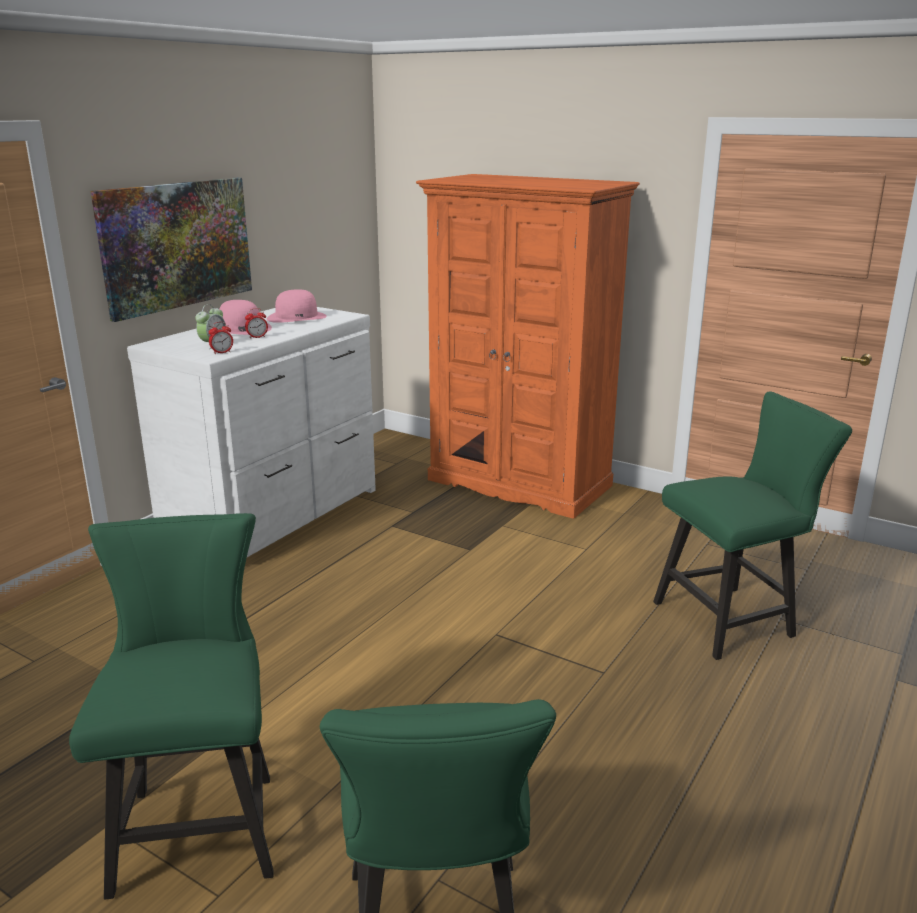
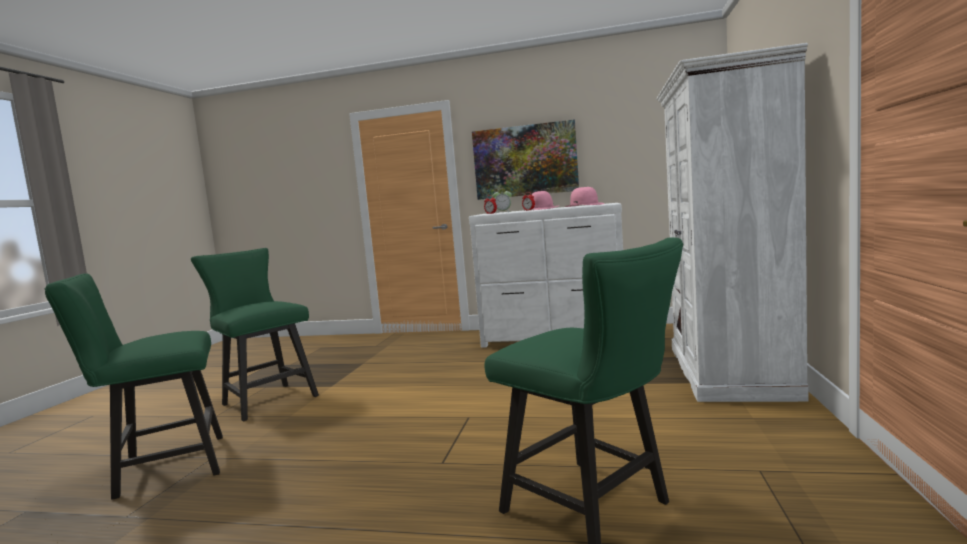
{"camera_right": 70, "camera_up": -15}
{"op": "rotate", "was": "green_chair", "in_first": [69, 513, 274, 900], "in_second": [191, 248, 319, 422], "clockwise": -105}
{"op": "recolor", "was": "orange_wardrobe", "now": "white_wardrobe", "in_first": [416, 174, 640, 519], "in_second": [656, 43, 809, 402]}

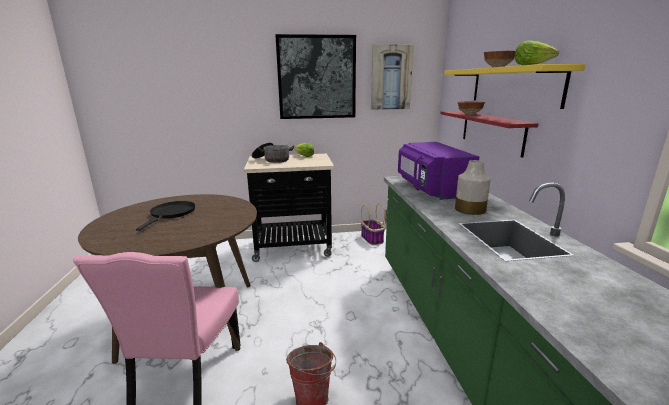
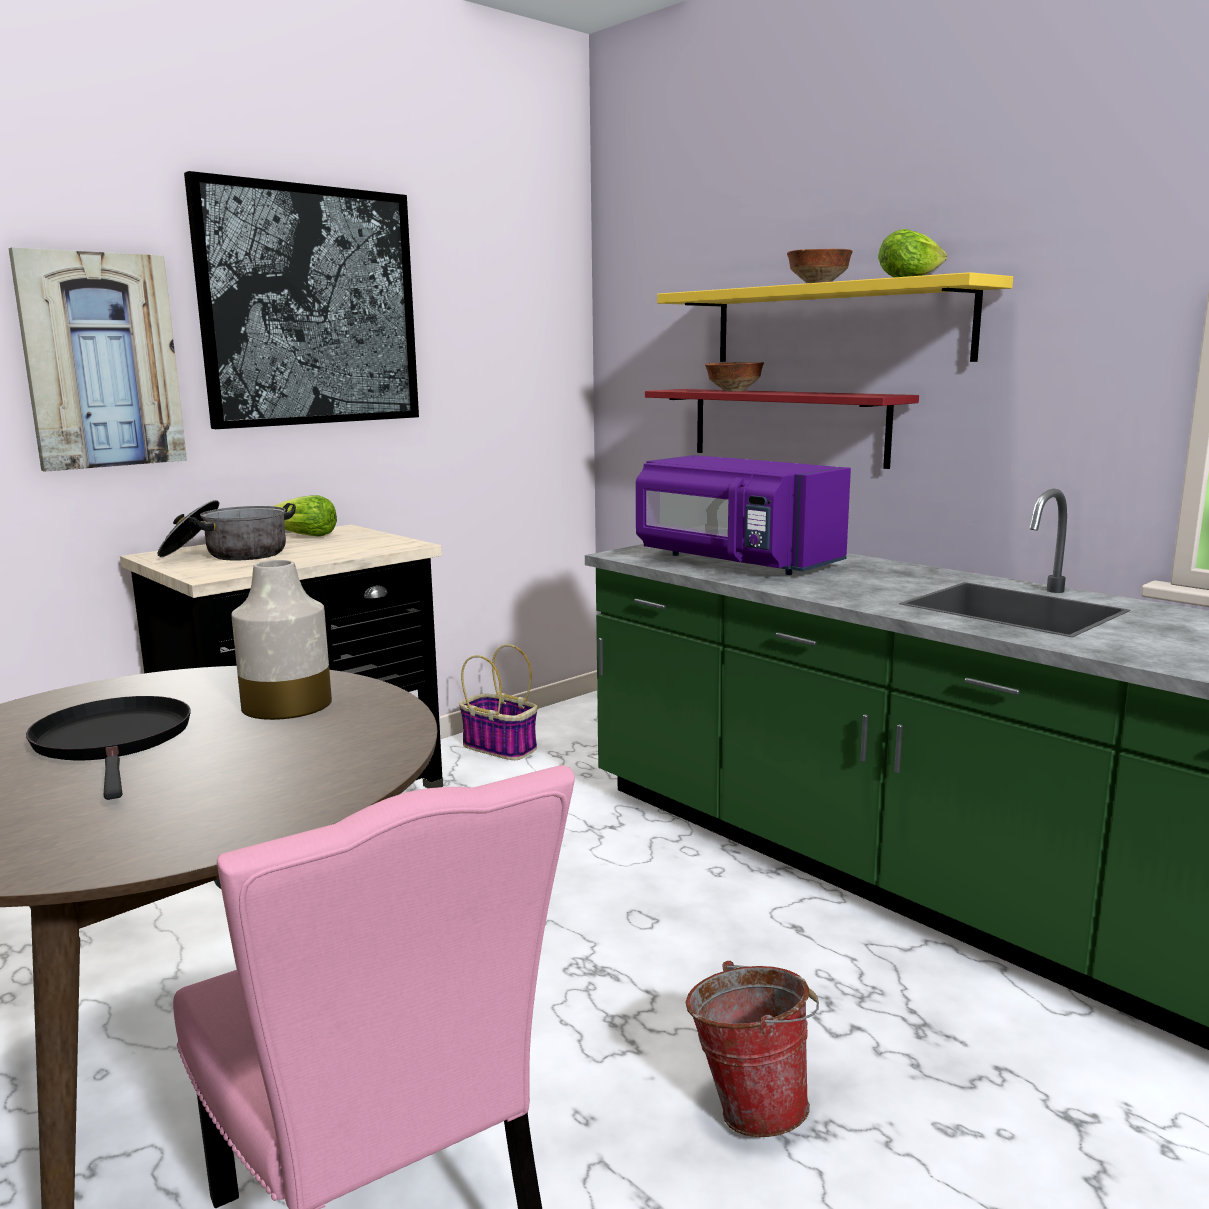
{"camera_right": -35, "camera_up": -5}
{"op": "move", "was": "picture", "in_first": [371, 44, 414, 110], "in_second": [9, 247, 187, 472]}
{"op": "move", "was": "beige_vase", "in_first": [455, 160, 491, 215], "in_second": [231, 560, 332, 720]}

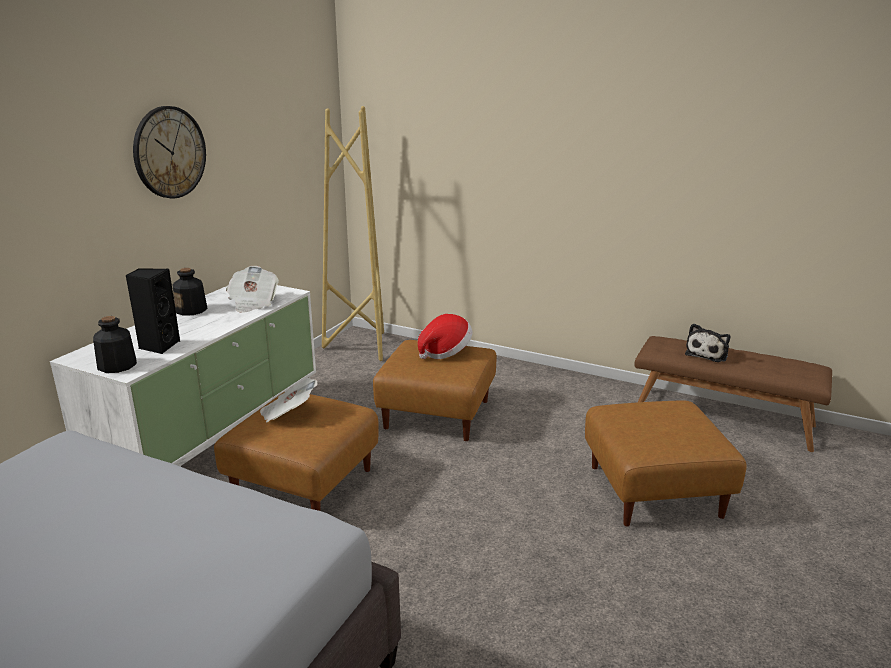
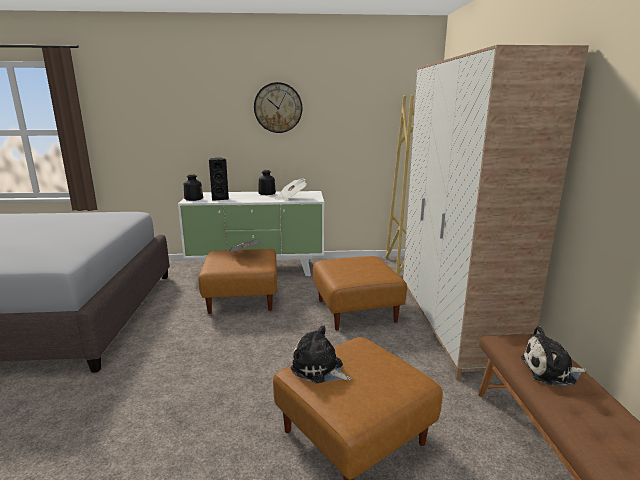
{"camera_right": 60, "camera_up": -5}
{"op": "insert", "now": "plush_toy", "in_second": [291, 325, 352, 383]}
{"op": "insert", "now": "white_wardrobe", "in_second": [403, 45, 589, 380]}
{"op": "delete", "was": "hat", "in_first": [418, 314, 472, 359]}

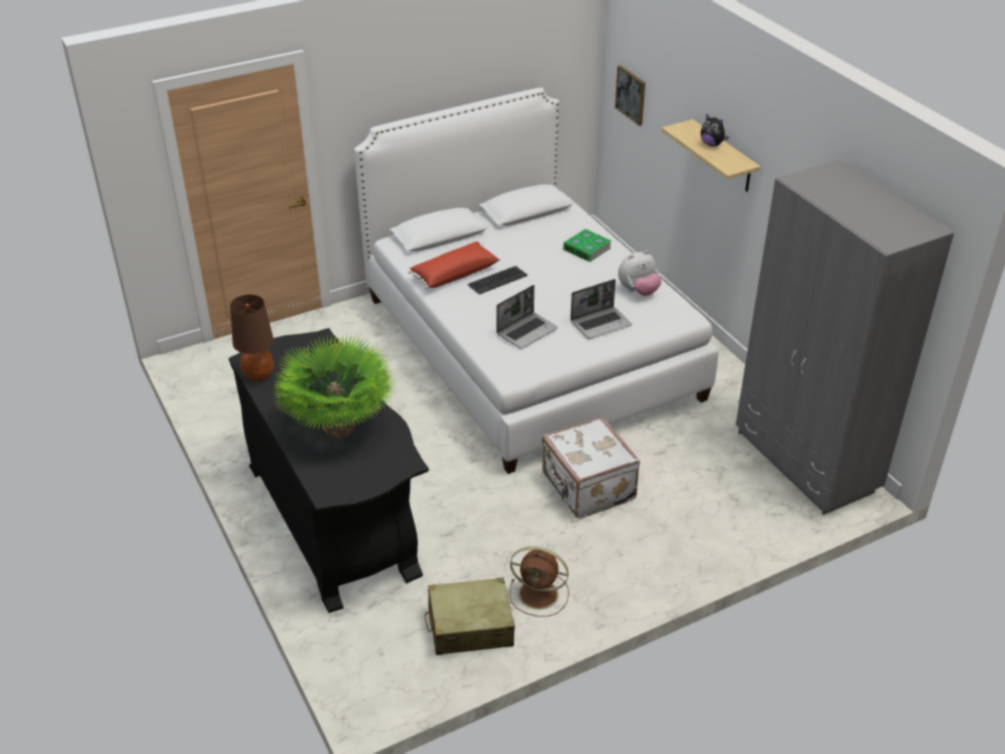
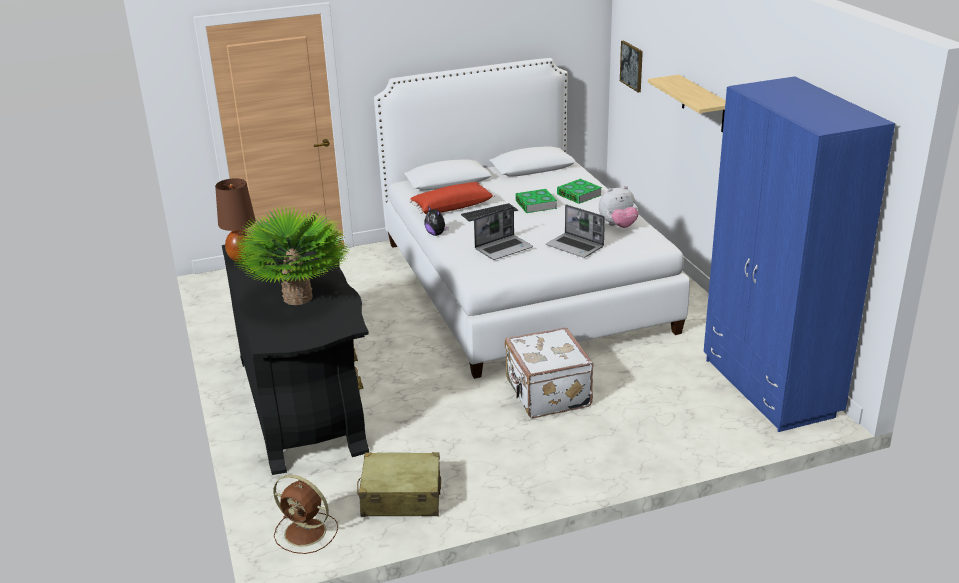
{"camera_right": 10, "camera_up": -10}
{"op": "move", "was": "brown_fan", "in_first": [509, 546, 569, 617], "in_second": [273, 475, 338, 554]}
{"op": "move", "was": "plush_toy", "in_first": [701, 114, 729, 147], "in_second": [424, 206, 449, 236]}
{"op": "insert", "now": "book", "in_second": [516, 189, 557, 213]}
{"op": "rotate", "was": "laptop", "in_first": [570, 279, 632, 339], "in_second": [546, 204, 605, 258], "clockwise": 60}
{"op": "recolor", "was": "grey_wardrobe", "now": "blue_wardrobe", "in_first": [736, 159, 954, 515], "in_second": [704, 76, 895, 432]}

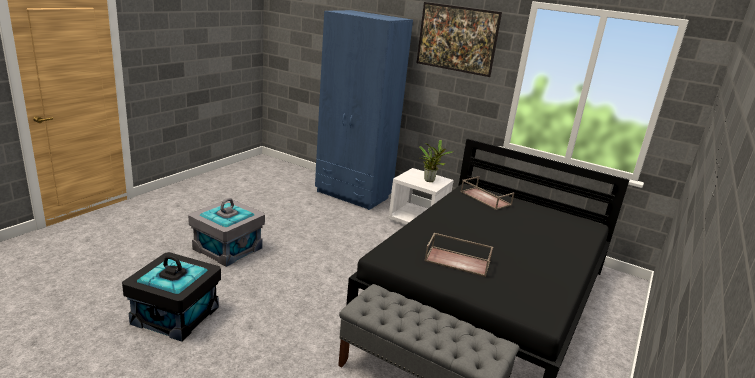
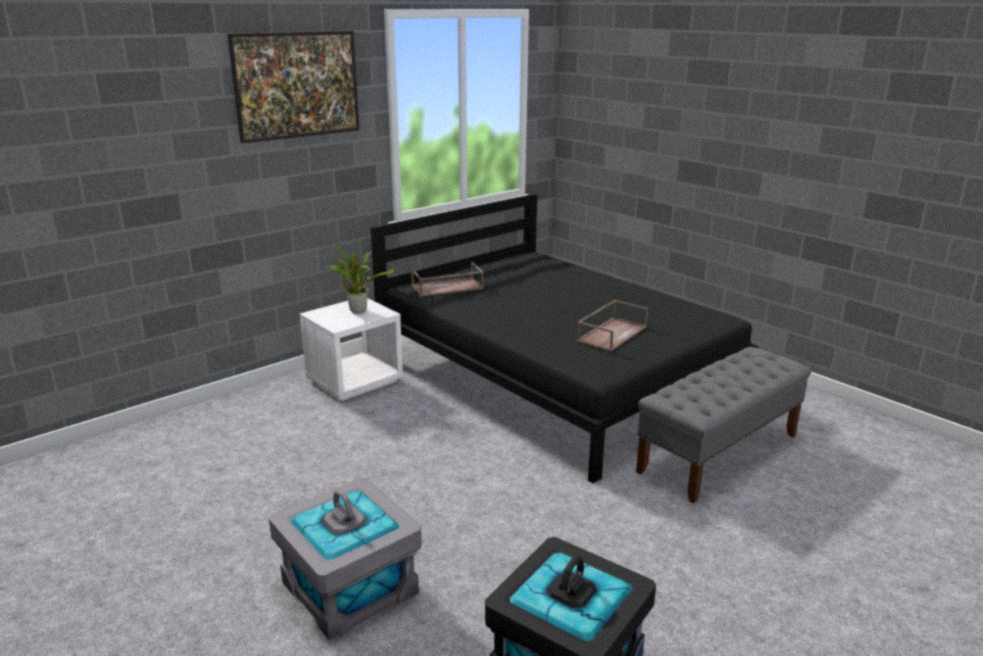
{"camera_right": -70, "camera_up": 0}
{"op": "delete", "was": "blue_wardrobe", "in_first": [315, 10, 413, 210]}

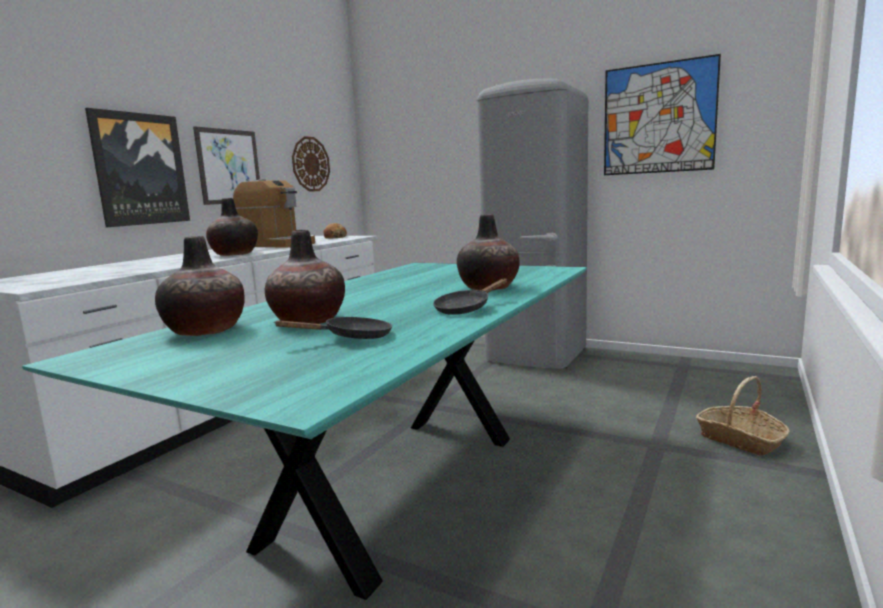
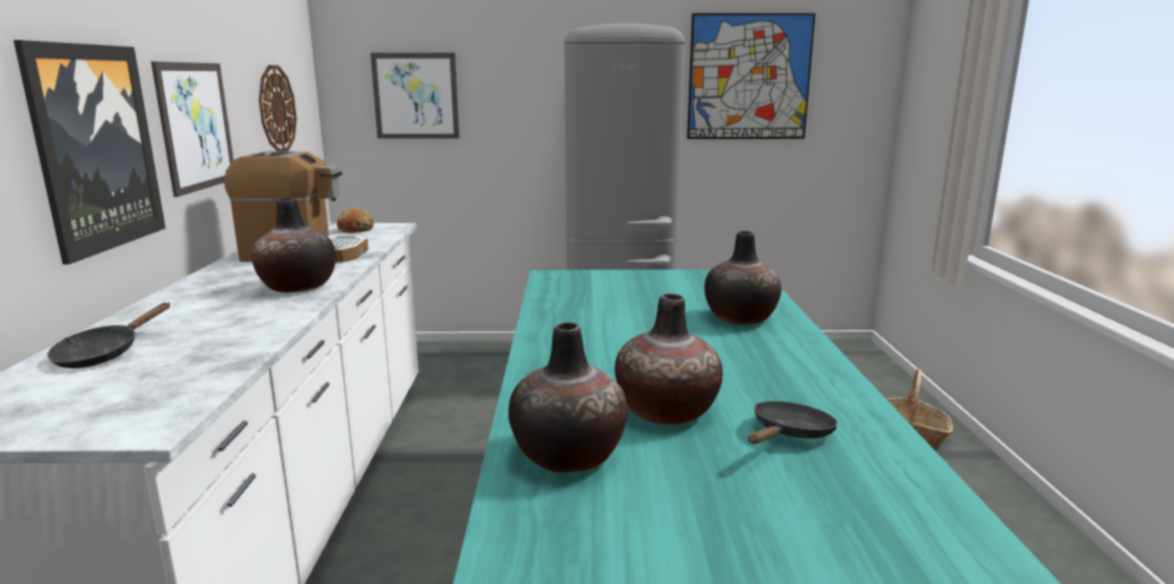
{"camera_right": -30, "camera_up": 5}
{"op": "move", "was": "black_frying_pan", "in_first": [433, 279, 507, 315], "in_second": [47, 302, 170, 368]}
{"op": "insert", "now": "picture", "in_second": [370, 53, 459, 139]}

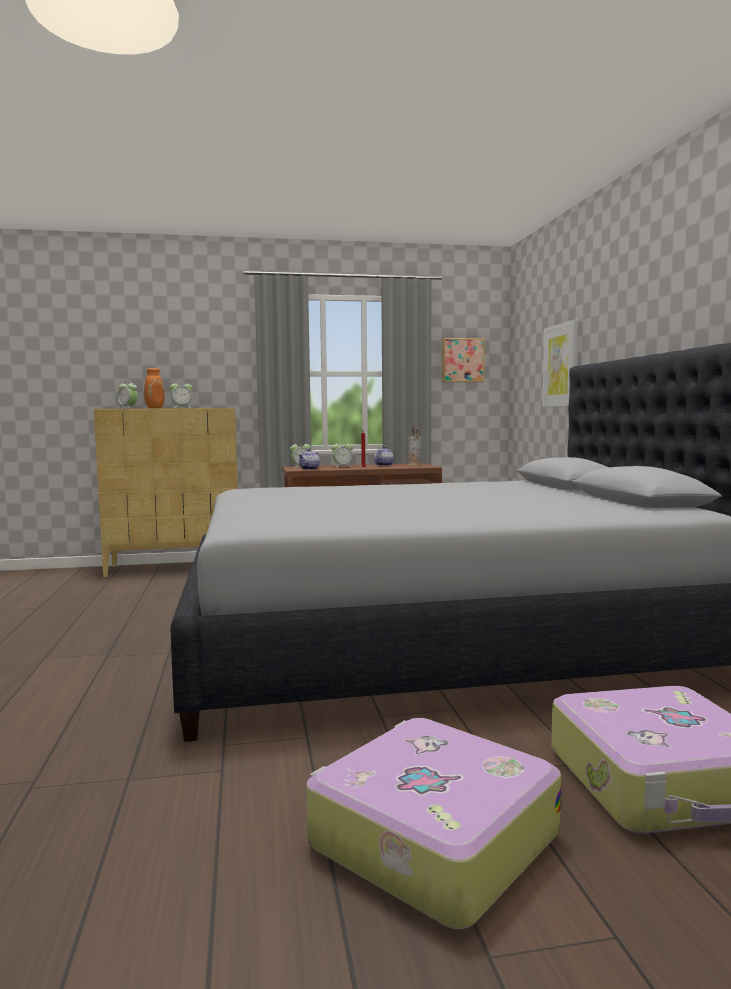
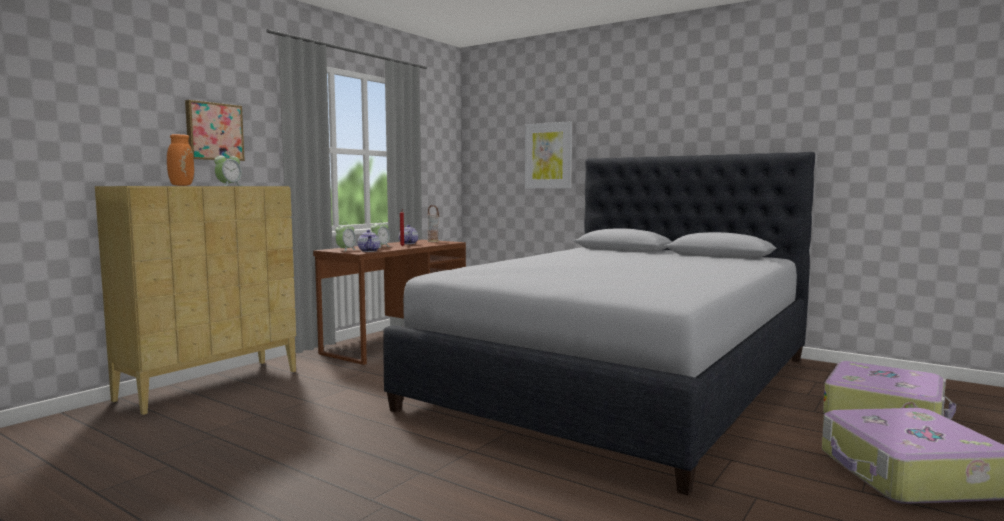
{"camera_right": -45, "camera_up": 0}
{"op": "move", "was": "picture", "in_first": [442, 338, 485, 382], "in_second": [185, 100, 245, 161]}
{"op": "delete", "was": "alarm_clock", "in_first": [117, 380, 138, 409]}

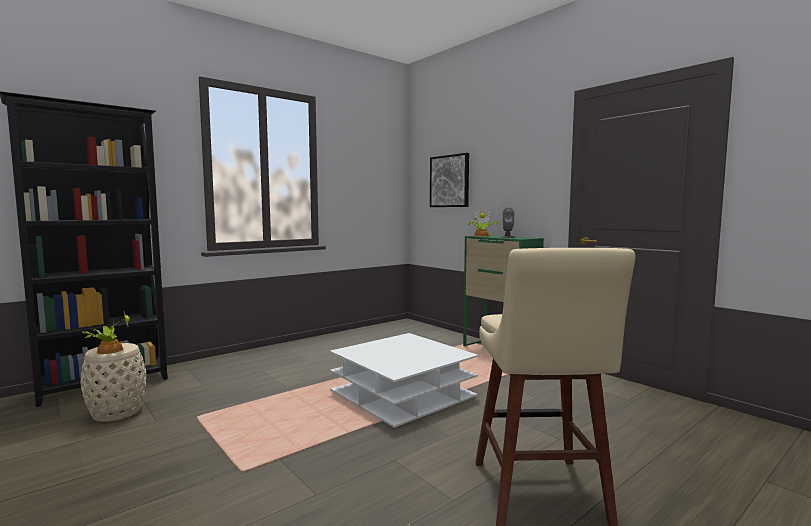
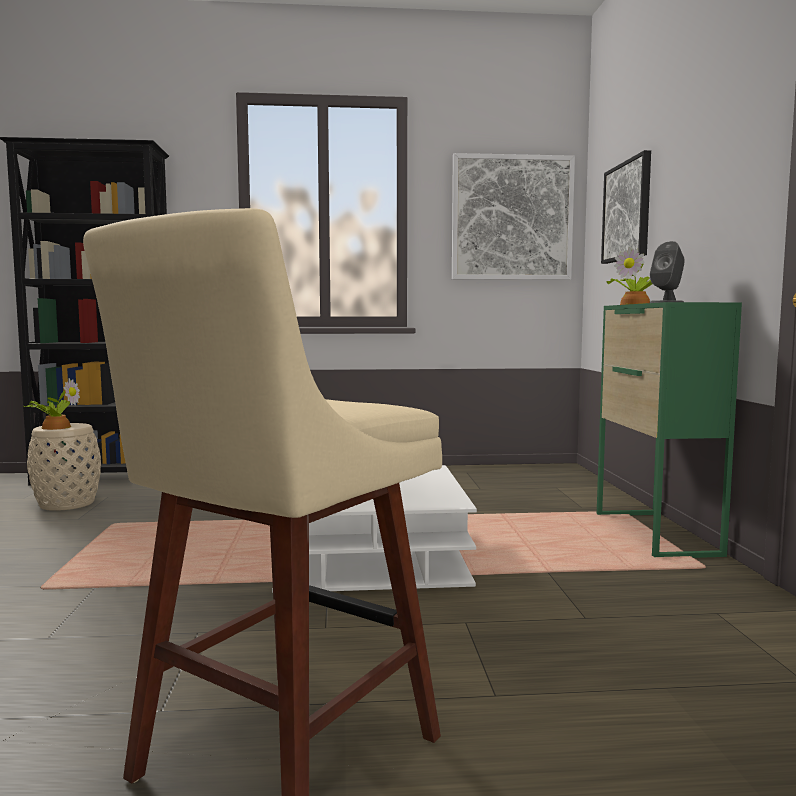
{"camera_right": 35, "camera_up": 0}
{"op": "insert", "now": "picture", "in_second": [452, 153, 575, 280]}

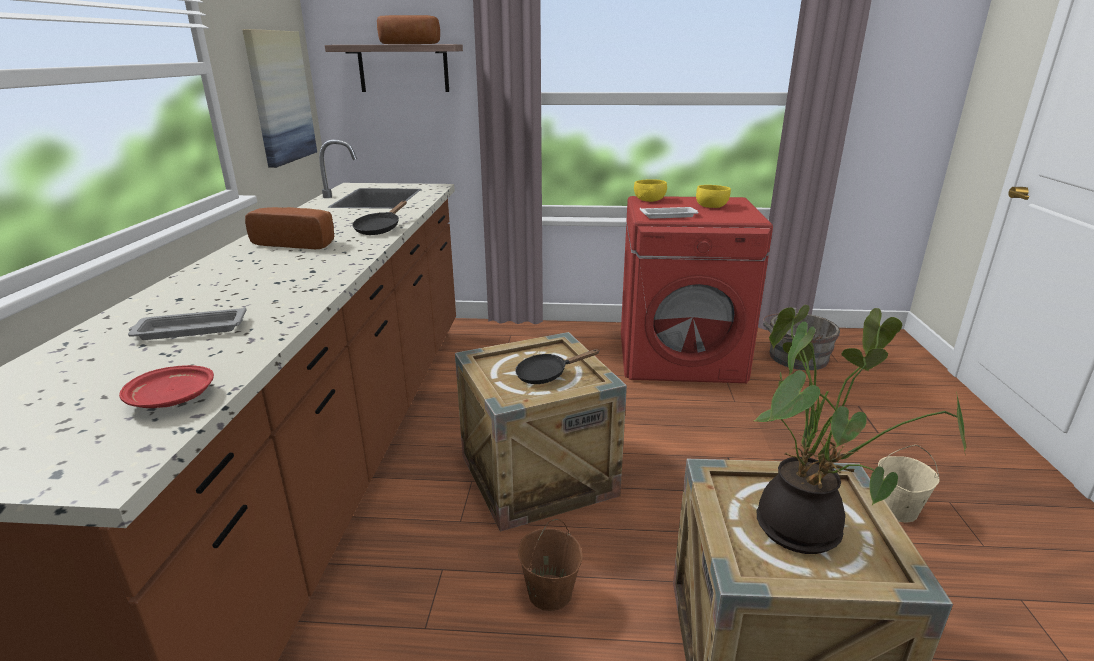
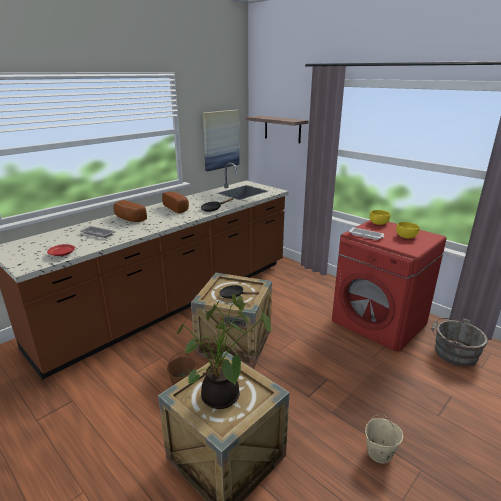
{"camera_right": 40, "camera_up": 0}
{"op": "move", "was": "bread", "in_first": [377, 15, 440, 44], "in_second": [114, 200, 147, 222]}

